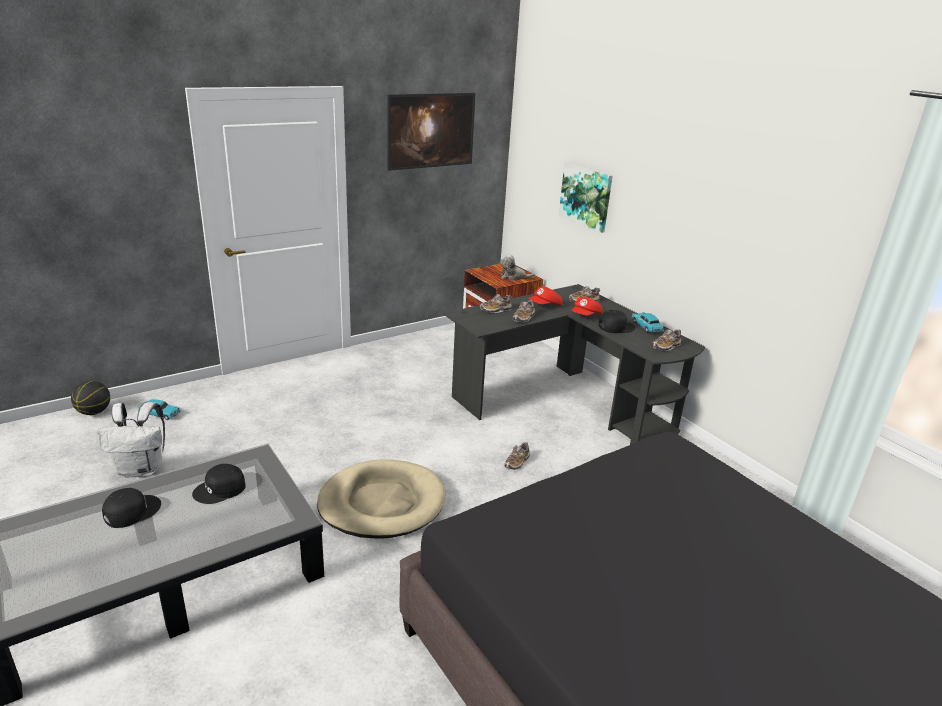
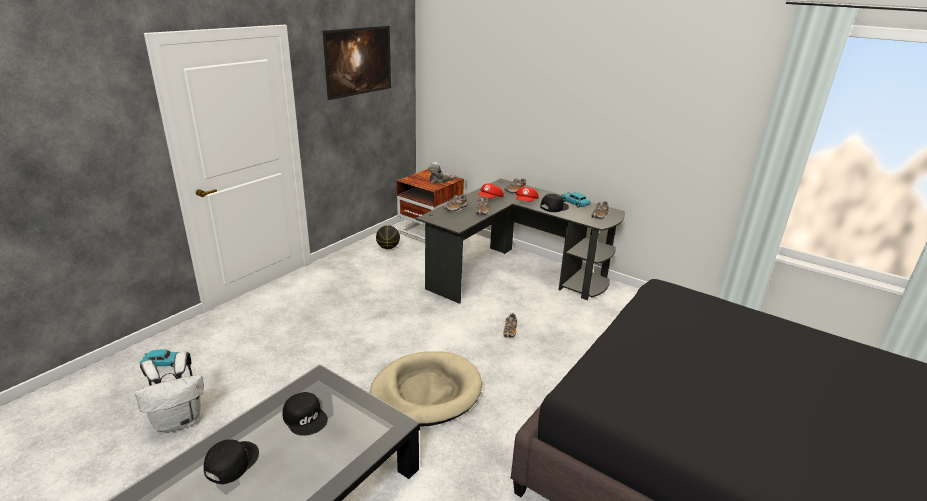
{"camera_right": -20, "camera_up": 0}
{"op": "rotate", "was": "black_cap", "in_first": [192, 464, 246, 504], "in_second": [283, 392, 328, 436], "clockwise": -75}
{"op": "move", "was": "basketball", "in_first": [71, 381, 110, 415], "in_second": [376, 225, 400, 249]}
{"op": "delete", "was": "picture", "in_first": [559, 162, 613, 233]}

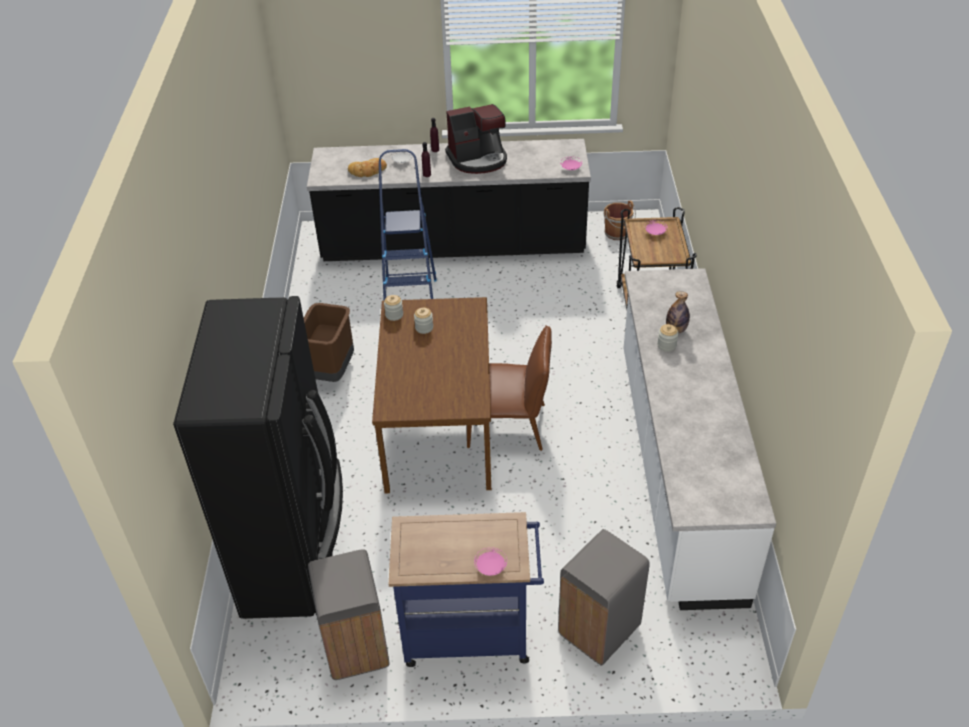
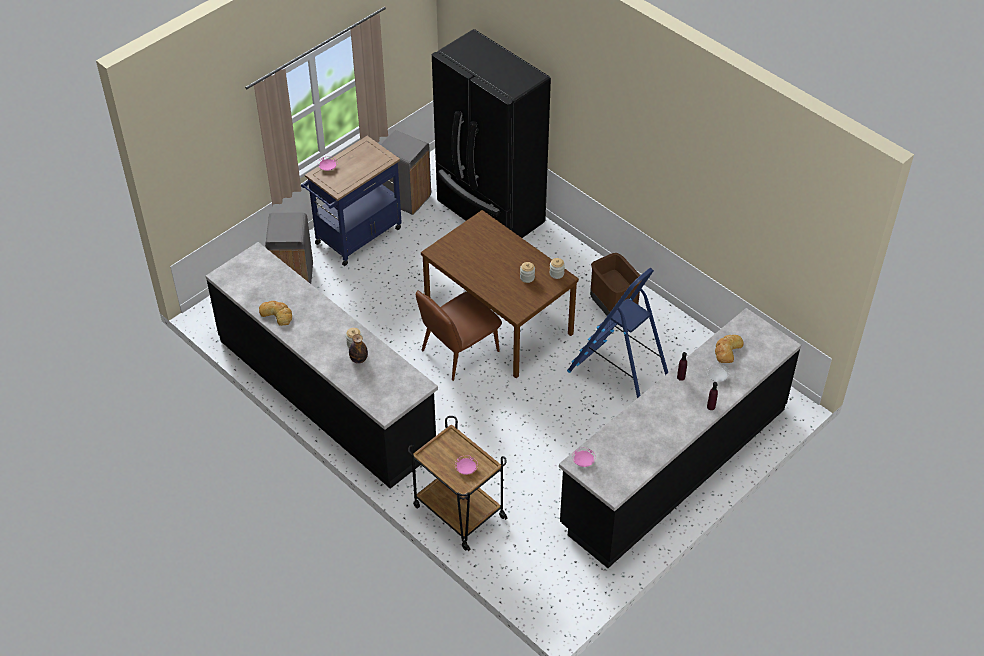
{"camera_right": 135, "camera_up": 5}
{"op": "recolor", "was": "white_counter", "now": "black_counter", "in_first": [624, 268, 776, 610], "in_second": [205, 242, 438, 489]}
{"op": "insert", "now": "bread", "in_second": [259, 301, 292, 326]}
{"op": "delete", "was": "coffee_machine", "in_first": [445, 104, 507, 174]}
{"op": "delete", "was": "brown_bucket", "in_first": [604, 200, 636, 240]}

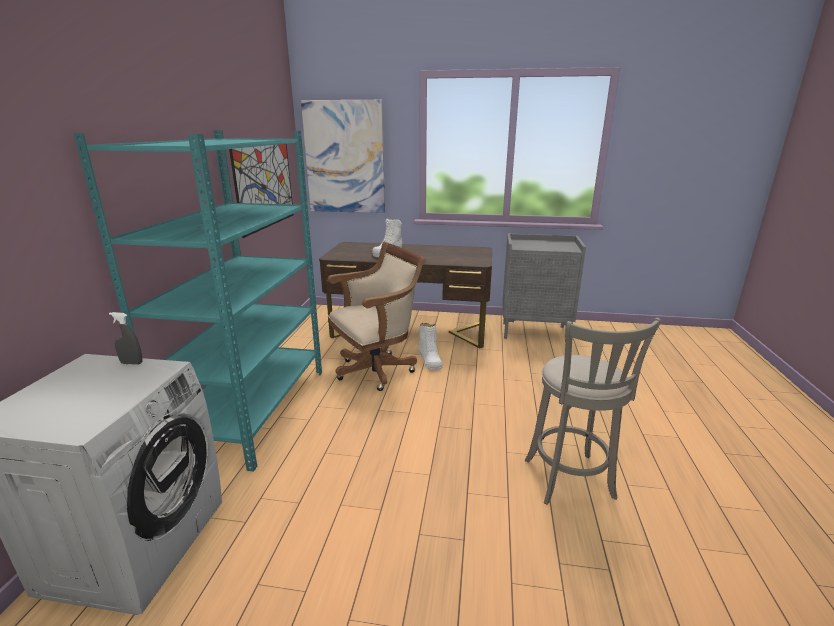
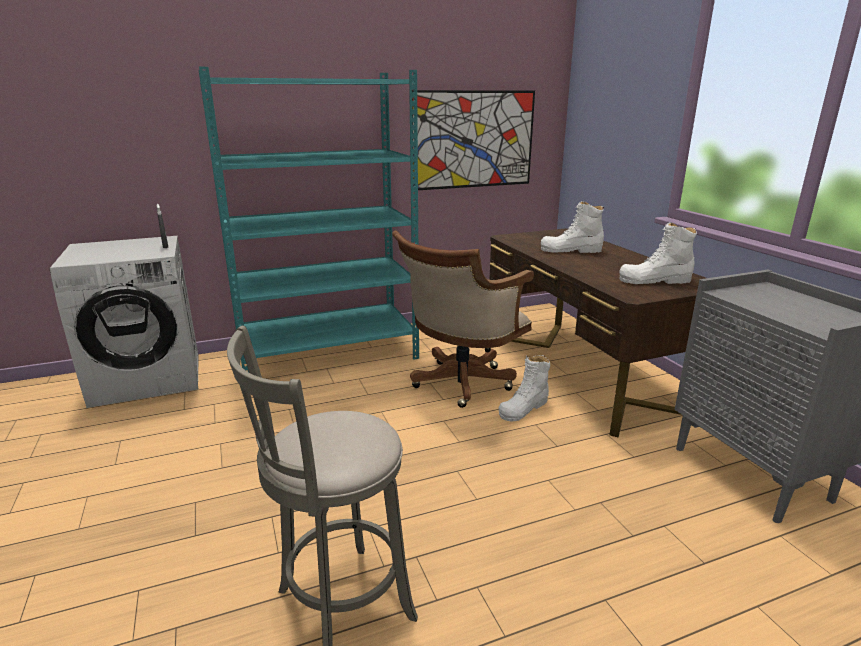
{"camera_right": 60, "camera_up": 0}
{"op": "rotate", "was": "office_chair", "in_first": [328, 242, 426, 391], "in_second": [392, 231, 534, 408], "clockwise": 105}
{"op": "insert", "now": "white_boot", "in_second": [619, 222, 697, 284]}
{"op": "delete", "was": "picture", "in_first": [301, 100, 385, 213]}

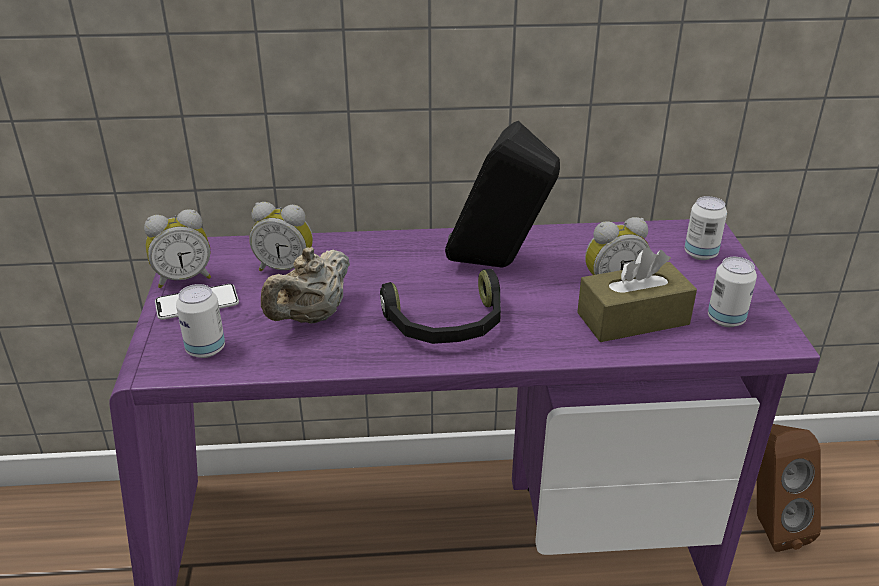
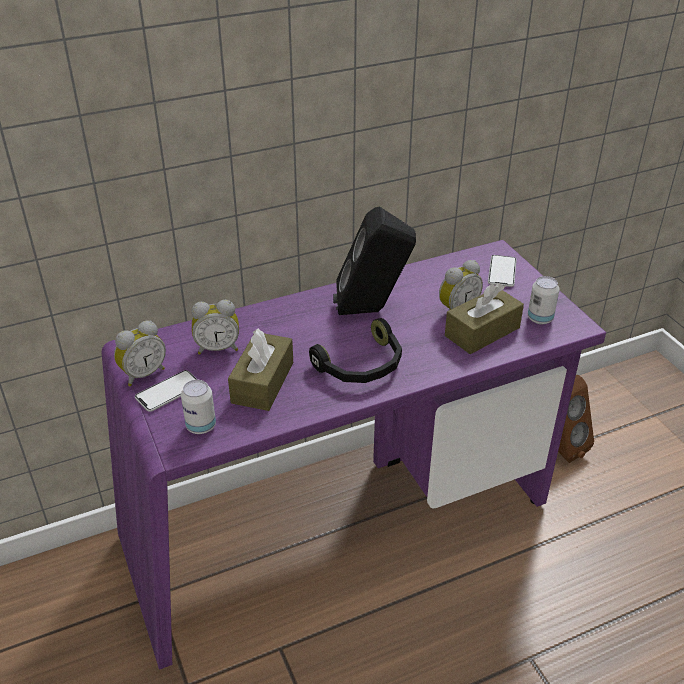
{"camera_right": -20, "camera_up": 5}
{"op": "replace", "was": "beige_teapot", "now": "brown_tissue_box", "in_first": [261, 247, 350, 324], "in_second": [228, 329, 293, 411]}
{"op": "replace", "was": "can", "now": "phone", "in_first": [684, 196, 727, 260], "in_second": [488, 255, 517, 287]}

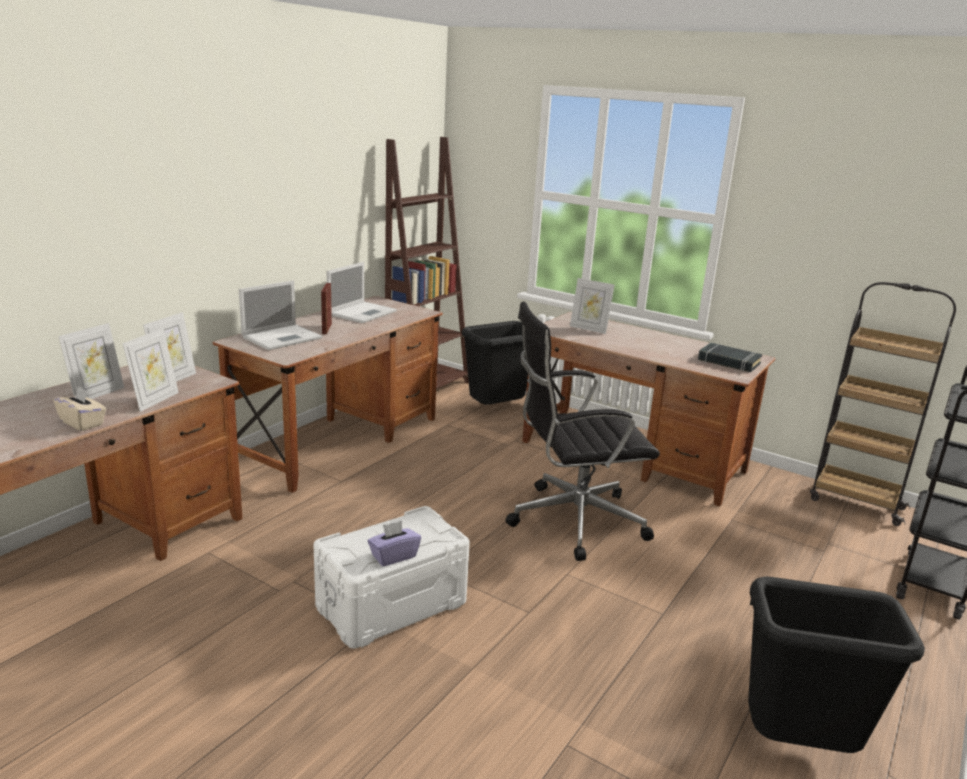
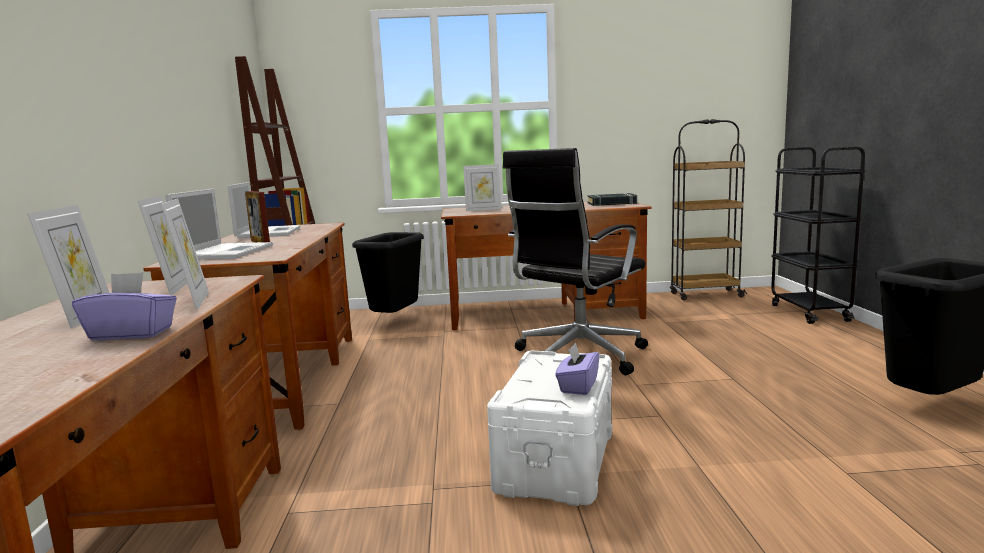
{"camera_right": -35, "camera_up": -10}
{"op": "recolor", "was": "beige_tissue_box", "now": "purple_tissue_box", "in_first": [53, 386, 106, 431], "in_second": [72, 272, 177, 340]}

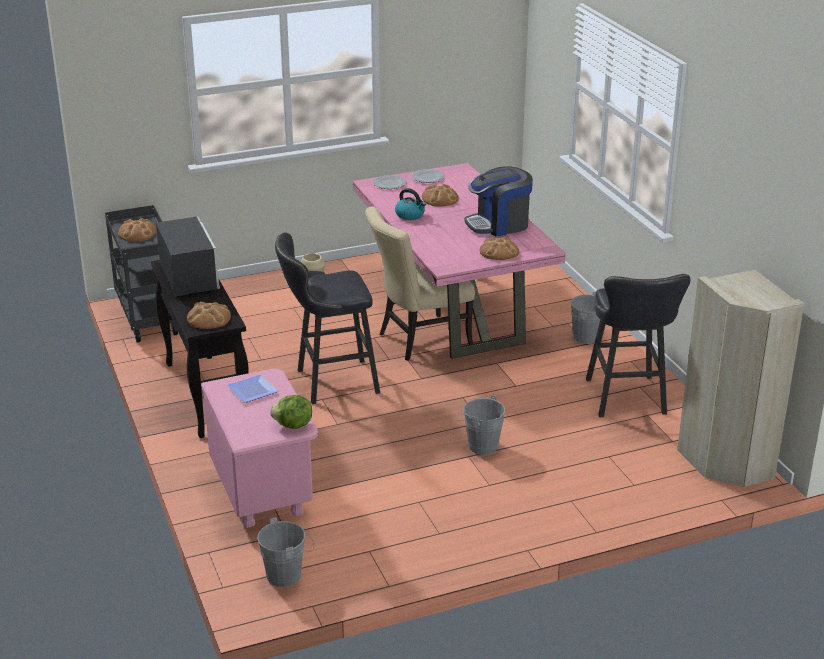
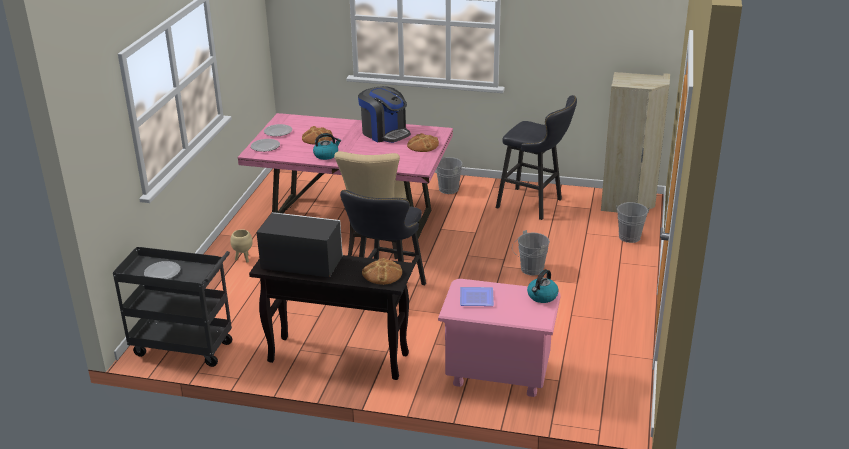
{"camera_right": -55, "camera_up": 0}
{"op": "replace", "was": "bread", "now": "plate", "in_first": [118, 218, 156, 242], "in_second": [144, 261, 180, 279]}
{"op": "rotate", "was": "coffee_machine", "in_first": [465, 166, 533, 237], "in_second": [358, 86, 411, 143], "clockwise": -60}
{"op": "replace", "was": "lettuce", "now": "kettle", "in_first": [270, 395, 312, 429], "in_second": [527, 269, 559, 303]}
{"op": "move", "was": "grey_bucket", "in_first": [257, 517, 314, 587], "in_second": [616, 202, 649, 243]}

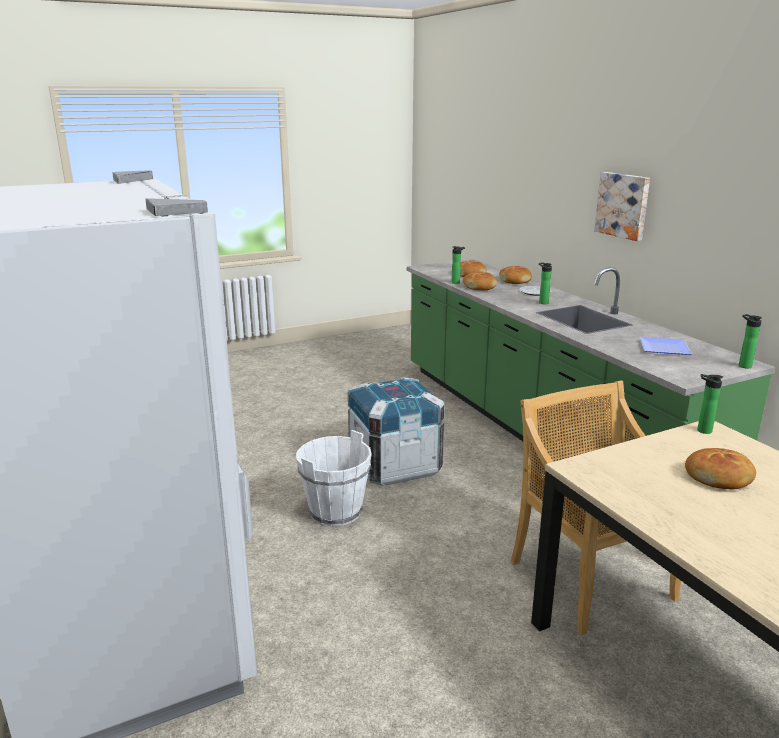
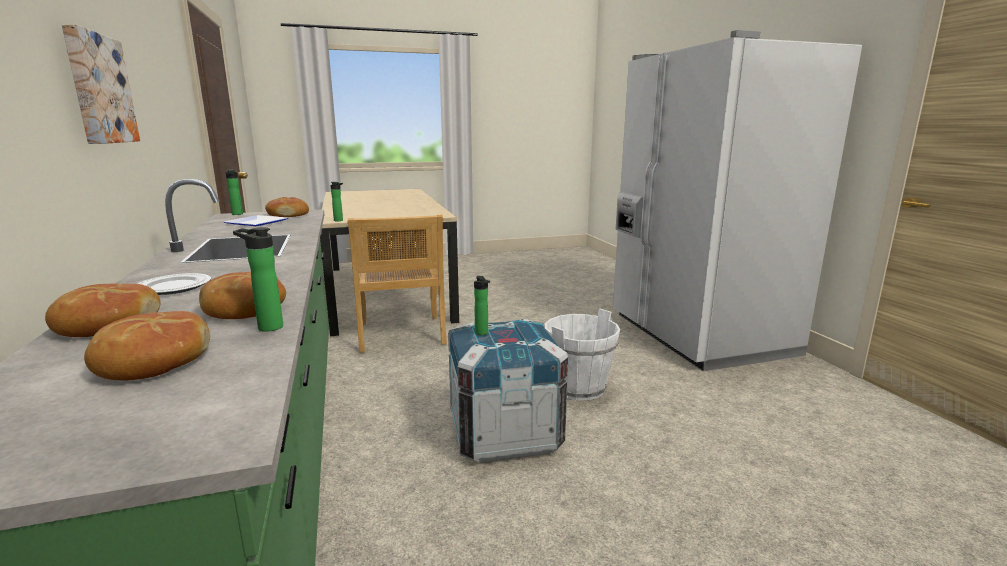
{"camera_right": -170, "camera_up": -5}
{"op": "move", "was": "bread", "in_first": [685, 448, 756, 489], "in_second": [265, 197, 309, 217]}
{"op": "move", "was": "bottle", "in_first": [539, 262, 552, 304], "in_second": [474, 276, 490, 335]}

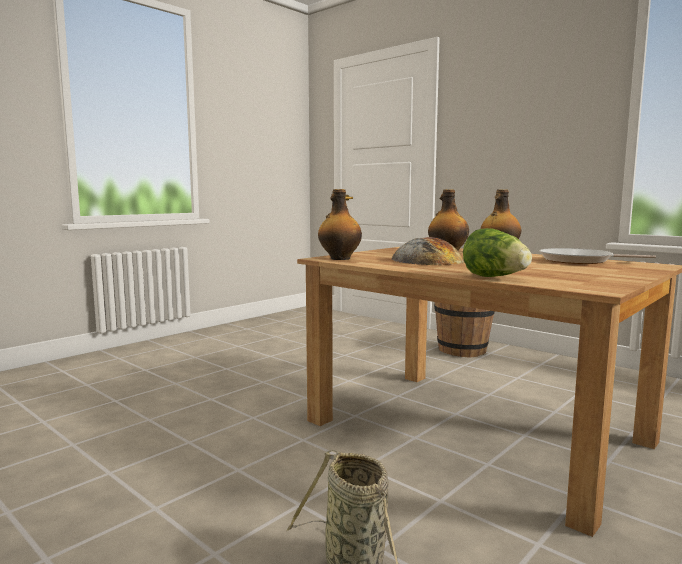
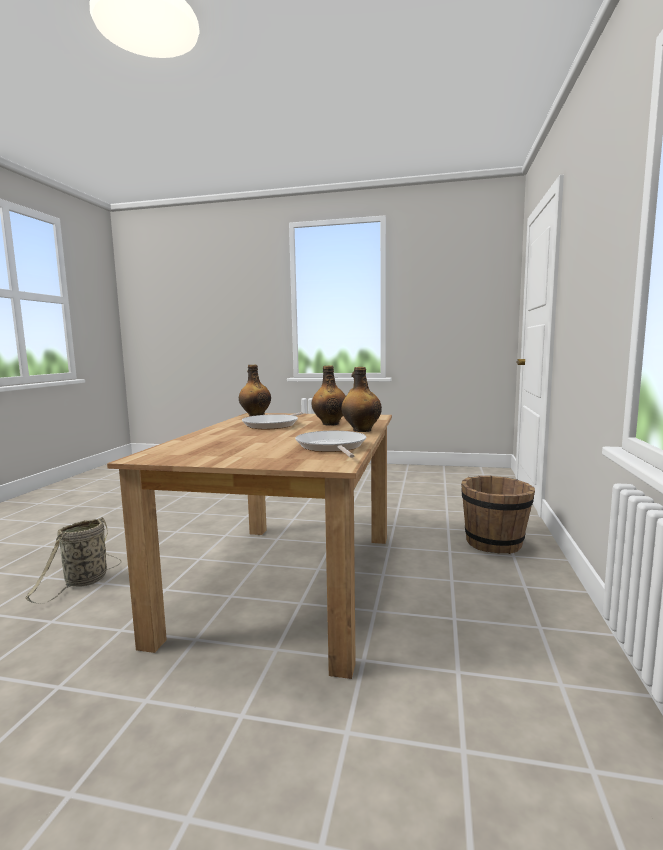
{"camera_right": 60, "camera_up": 0}
{"op": "replace", "was": "bread", "now": "frying_pan", "in_first": [392, 237, 464, 265], "in_second": [242, 412, 303, 429]}
{"op": "delete", "was": "lettuce", "in_first": [463, 228, 532, 277]}

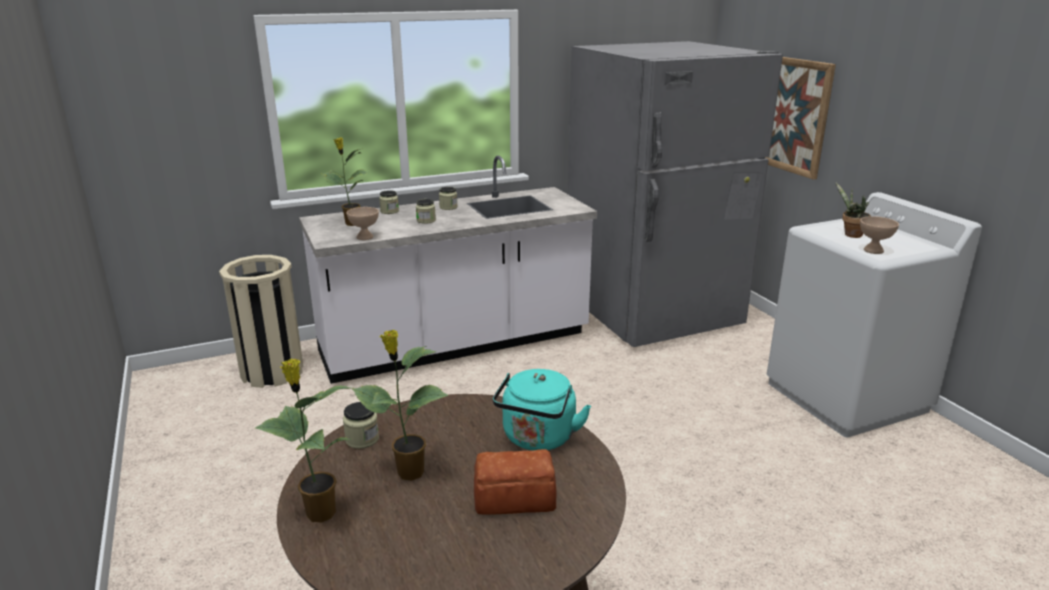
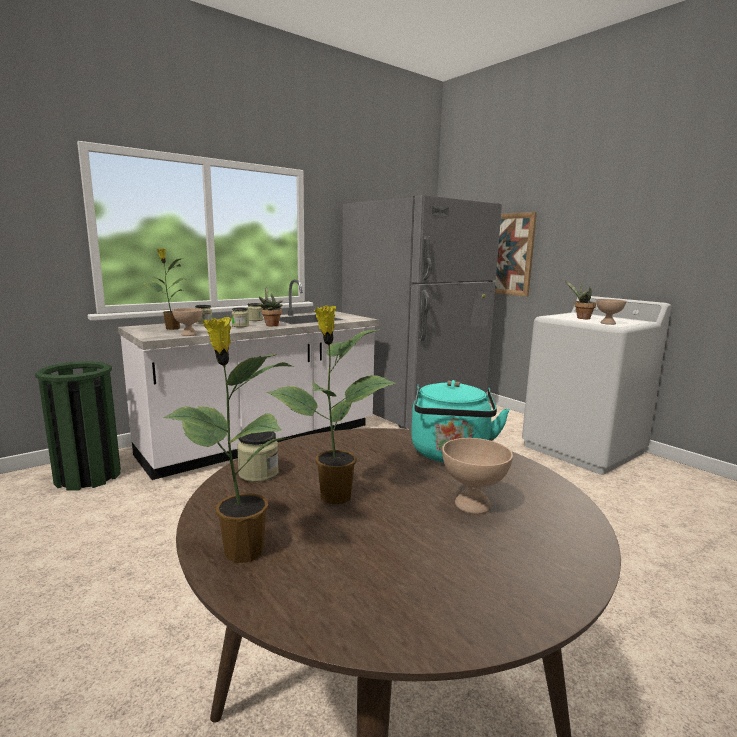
{"camera_right": -15, "camera_up": -10}
{"op": "recolor", "was": "beige_trash_can", "now": "green_trash_can", "in_first": [219, 255, 304, 388], "in_second": [35, 361, 121, 491]}
{"op": "insert", "now": "potted_plant", "in_second": [258, 287, 282, 326]}
{"op": "replace", "was": "bread", "now": "beige_bowl", "in_first": [474, 449, 557, 515], "in_second": [442, 438, 513, 514]}

